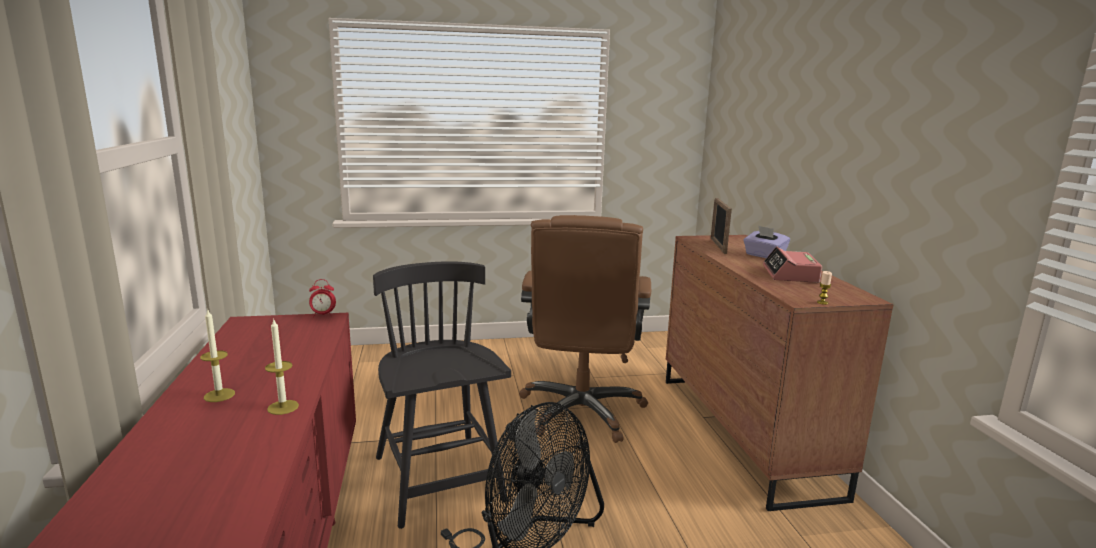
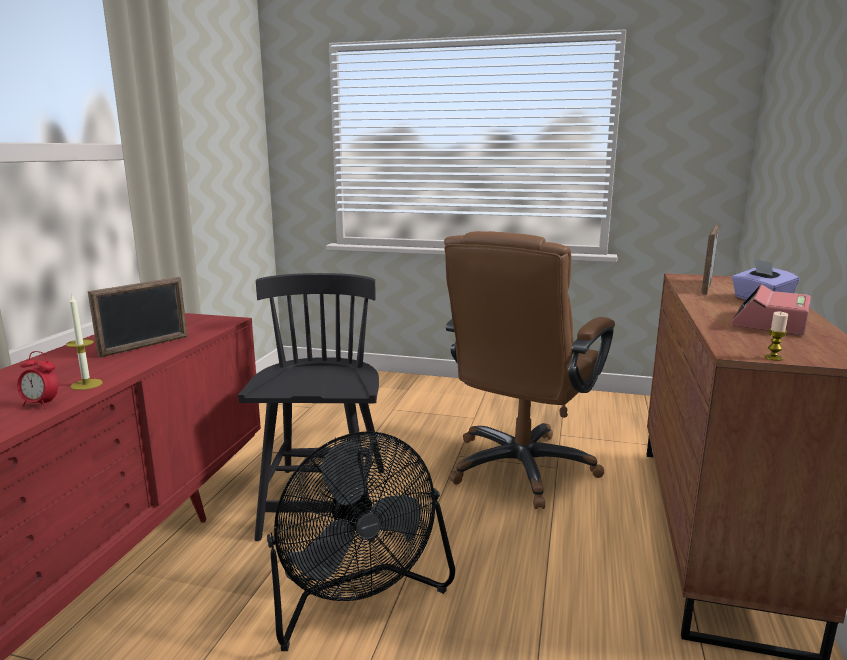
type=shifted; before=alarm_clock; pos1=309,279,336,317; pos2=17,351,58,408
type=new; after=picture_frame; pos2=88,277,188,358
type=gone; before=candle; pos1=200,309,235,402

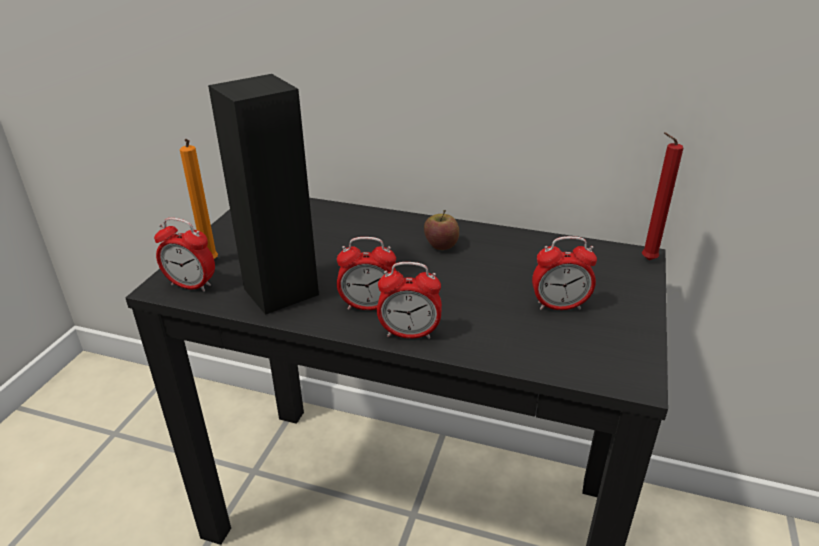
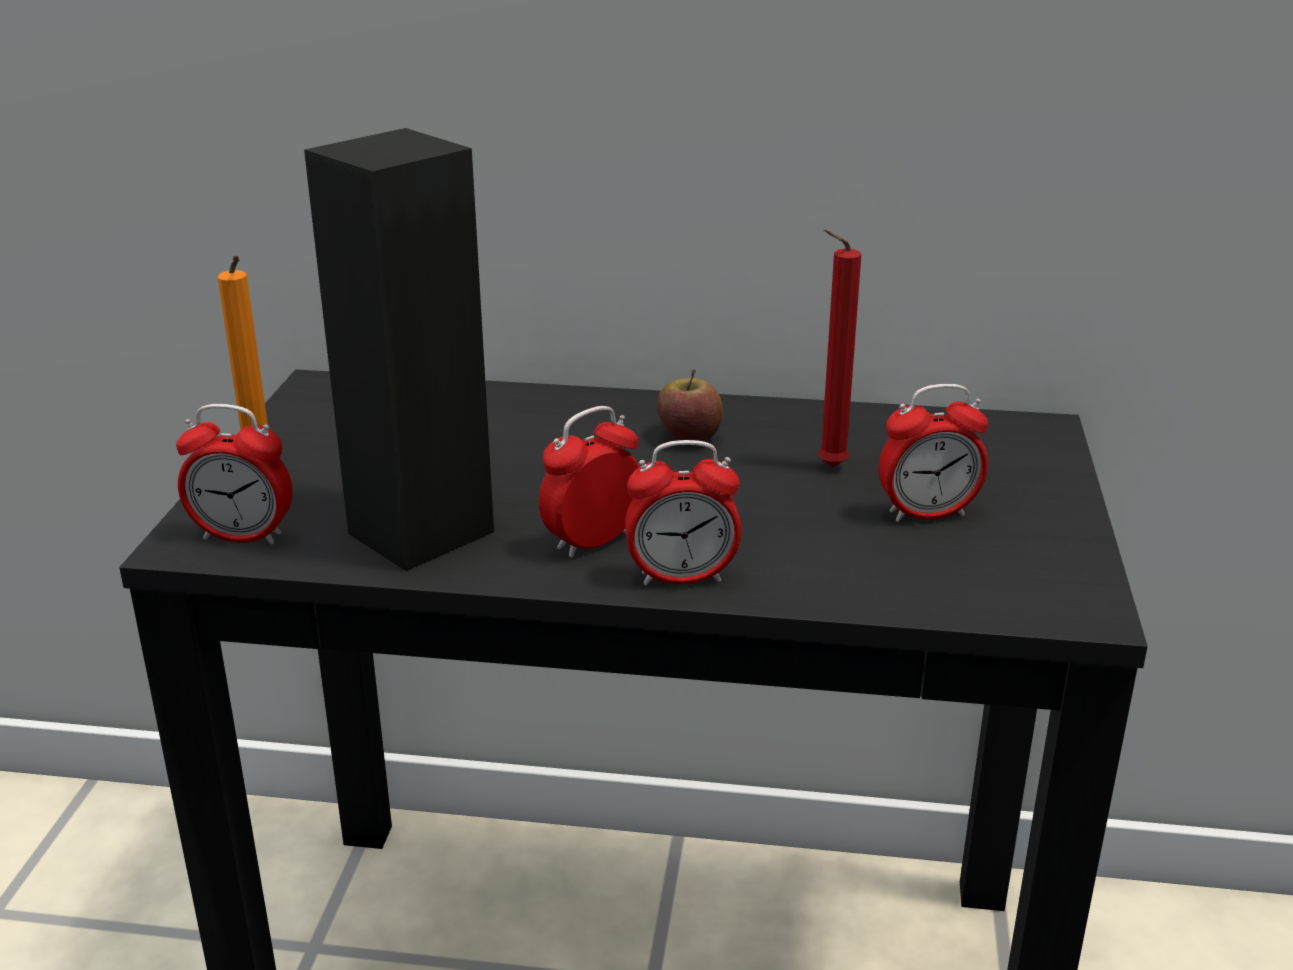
type=rotated; before=alarm_clock; pos1=337,237,396,310; pos2=539,406,640,558; turn=150
type=shifted; before=red_candle; pos1=642,132,683,260; pos2=818,229,861,467

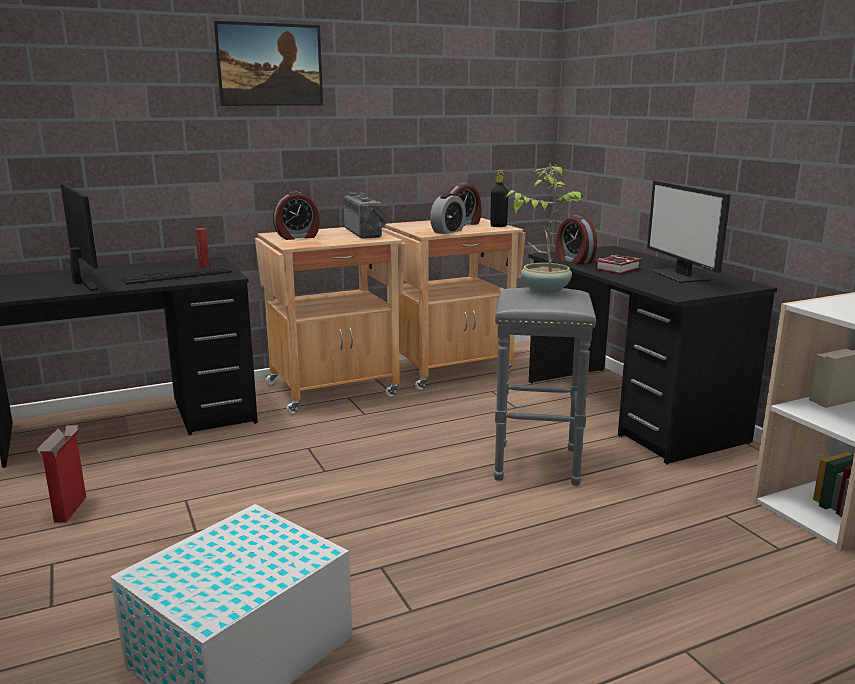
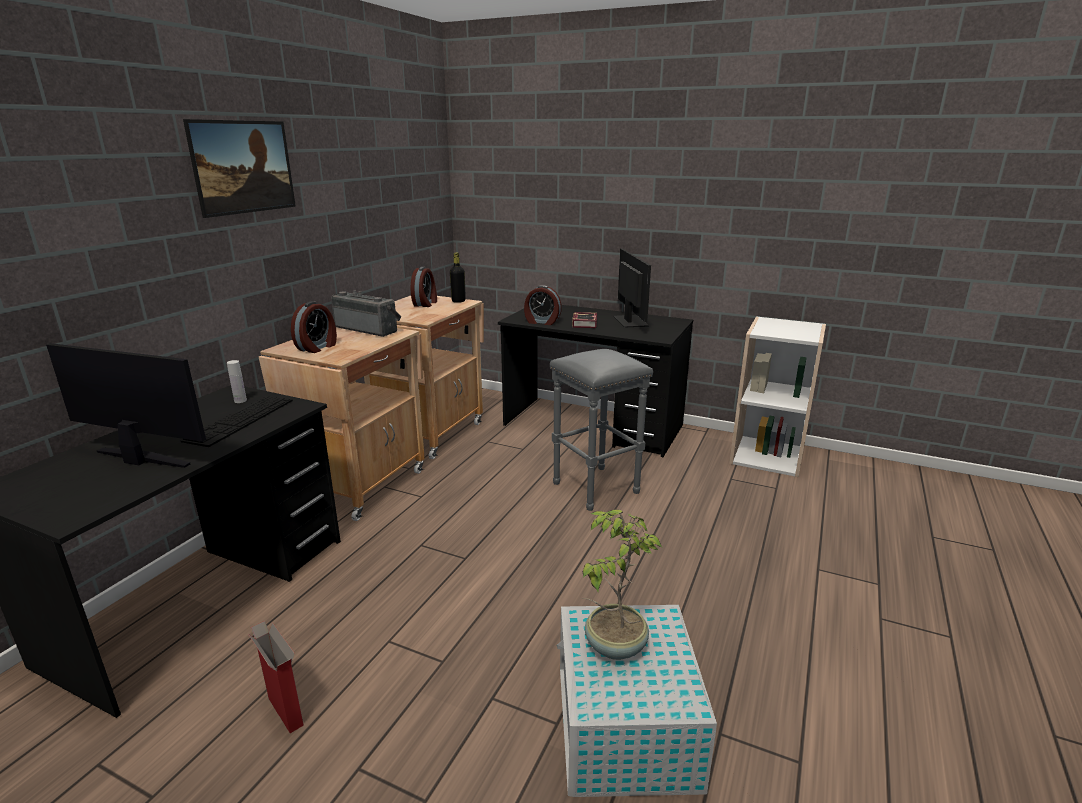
type=repainted; before=red_bottle; after=white_bottle; pos1=195,228,209,267; pos2=227,360,247,403
type=shifted; before=potted_plant; pos1=505,163,583,294; pos2=583,510,663,660
type=rotated; before=monitor; pos1=647,181,731,283; pos2=614,248,651,328; turn=-135
type=gone; before=alarm_clock; pos1=430,193,466,234

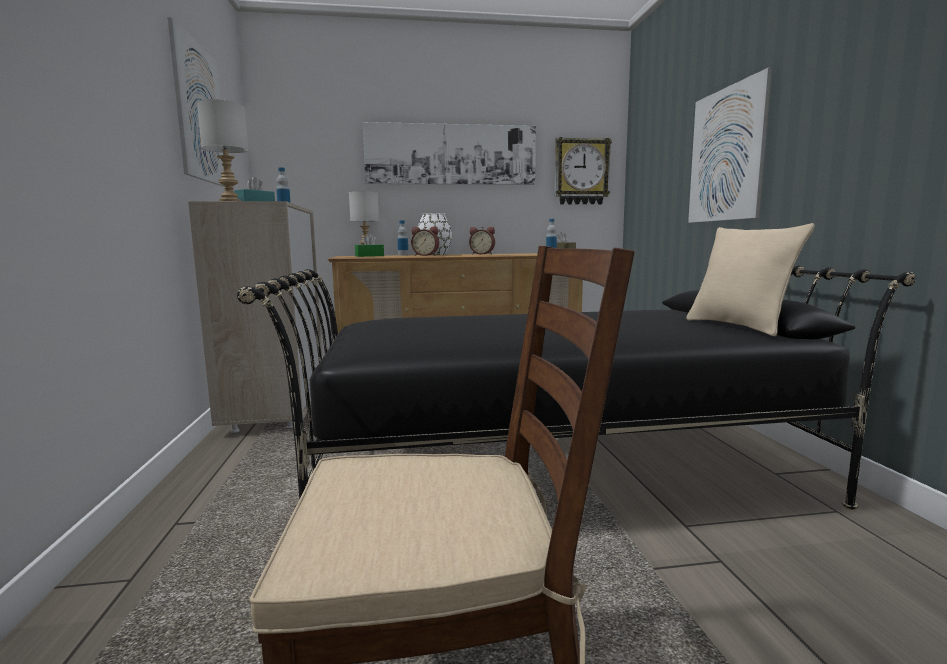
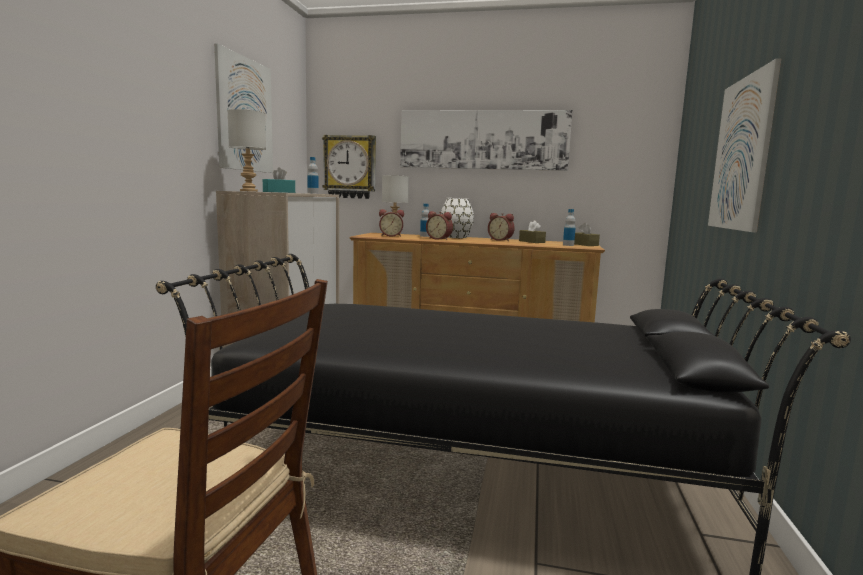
type=shifted; before=wall_clock; pos1=555,137,612,204; pos2=322,135,376,199
type=swapped; before=green_tissue_box; after=alarm_clock; pos1=355,234,384,257; pos2=379,209,404,237
type=new; after=brown_tissue_box; pos2=519,220,546,243
type=gone; before=beige_pillow; pos1=686,223,815,336

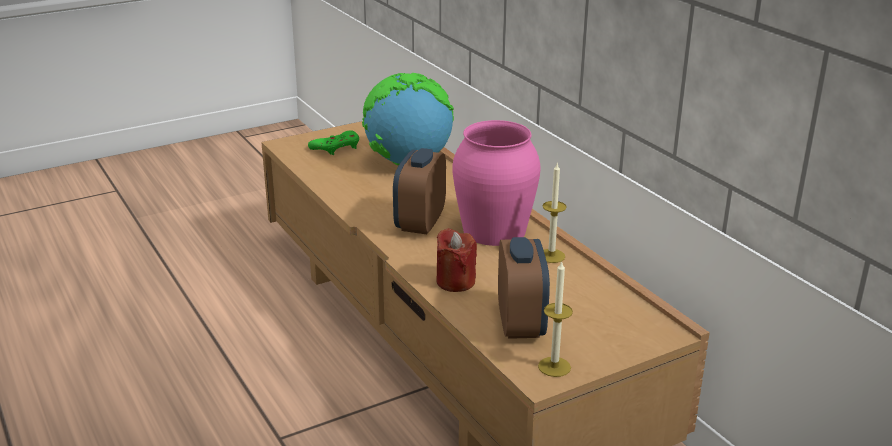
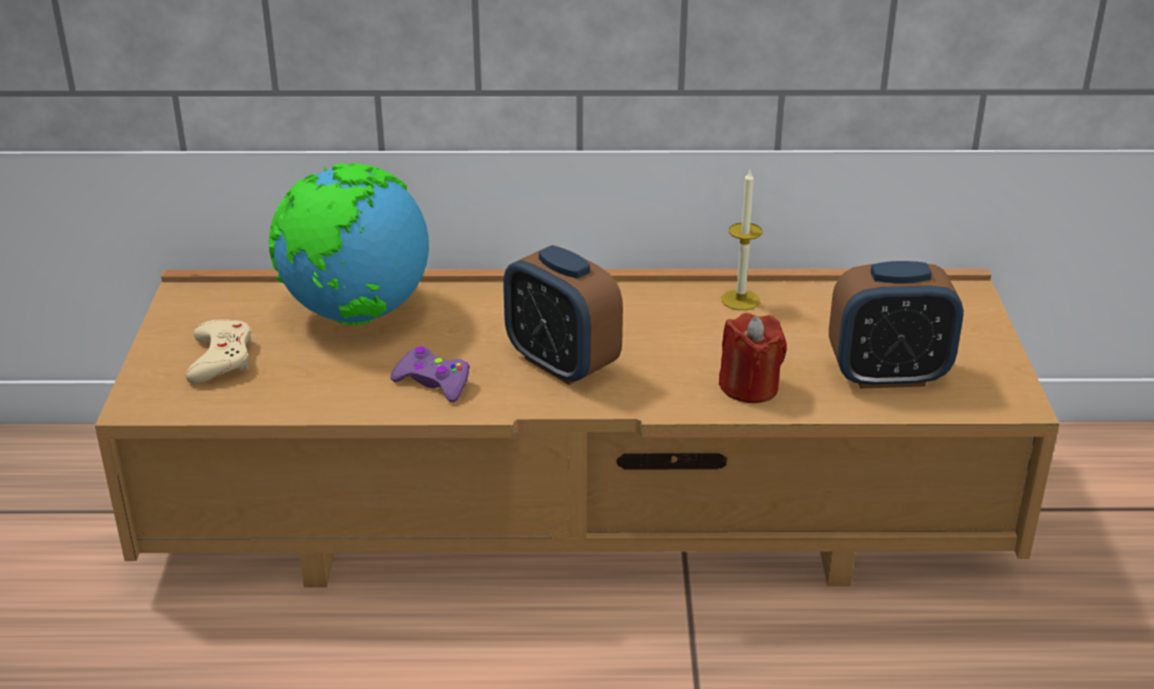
type=repainted; before=green_game_controller; after=beige_game_controller; pos1=308,131,359,155; pos2=186,319,252,384
type=new; after=purple_game_controller; pos2=390,346,470,402
type=rotated; before=alarm_clock; pos1=498,237,550,339; pos2=829,261,963,389; turn=150
type=gone; before=pink_vase; pos1=452,120,541,246
type=gone; before=candle; pos1=538,260,573,377

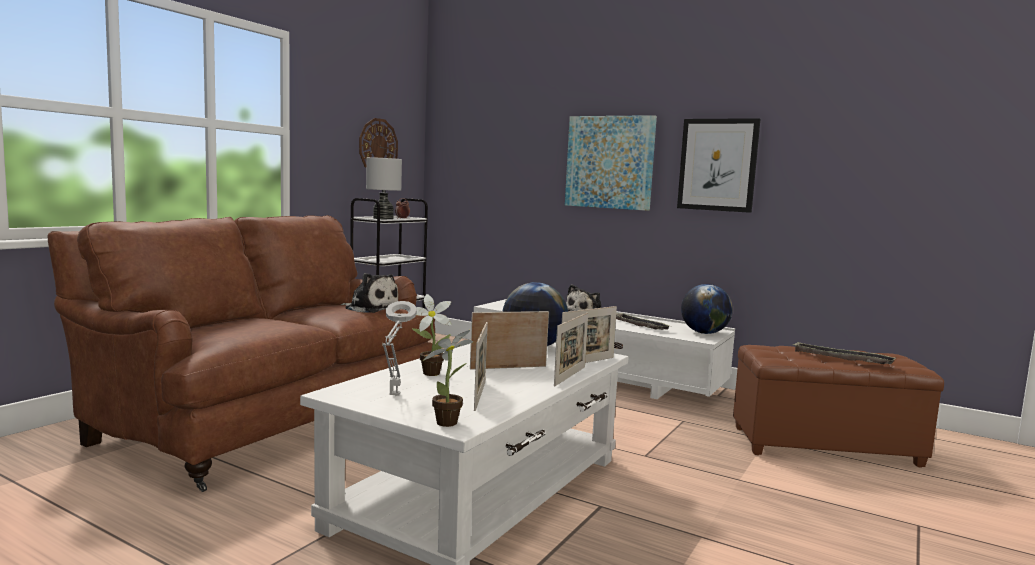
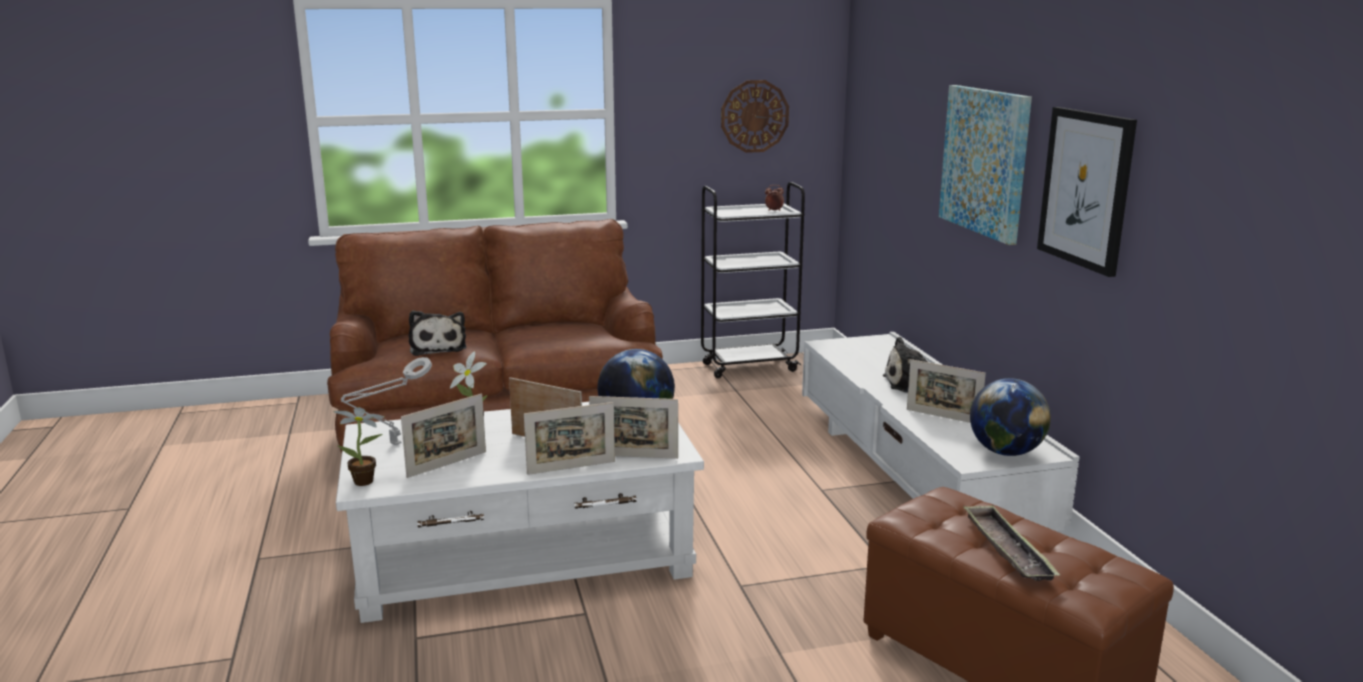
type=shifted; before=plush_toy; pos1=341,273,398,313; pos2=409,310,466,356
type=swapped; before=tray; after=picture_frame; pos1=616,313,669,330; pos2=907,359,986,423
type=gone; before=grey_table_lamp; pos1=366,157,402,220

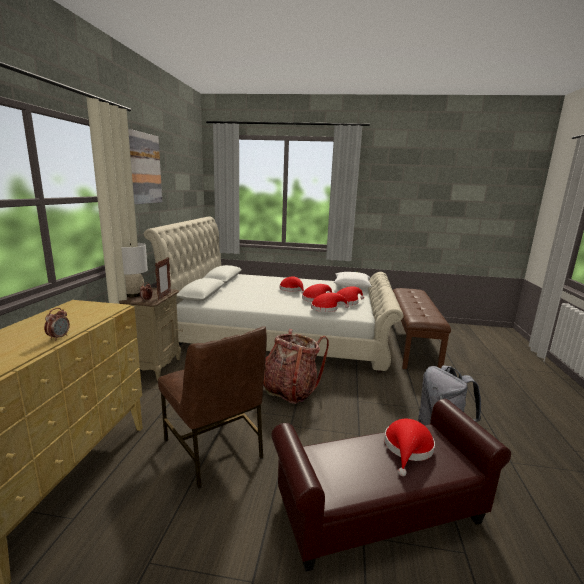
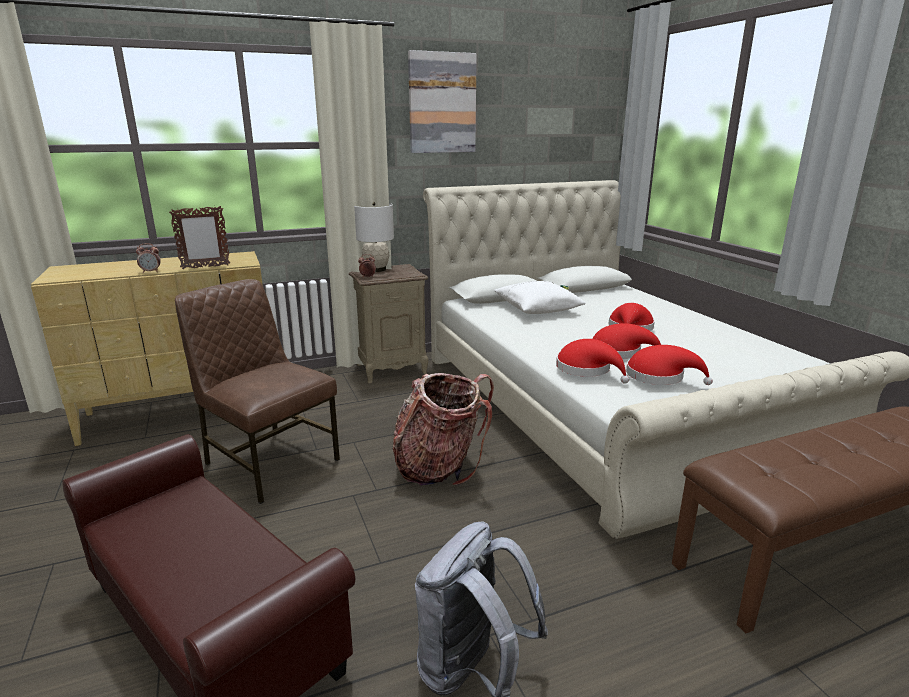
type=shifted; before=picture_frame; pos1=155,257,171,300; pos2=169,206,231,269
type=rotated; before=brown_chair; pos1=158,326,267,489; pos2=175,279,340,504; turn=105
type=shifted; before=white_pillow; pos1=334,272,371,289; pos2=494,281,586,314
type=gone; before=red_hat; pos1=384,419,435,476

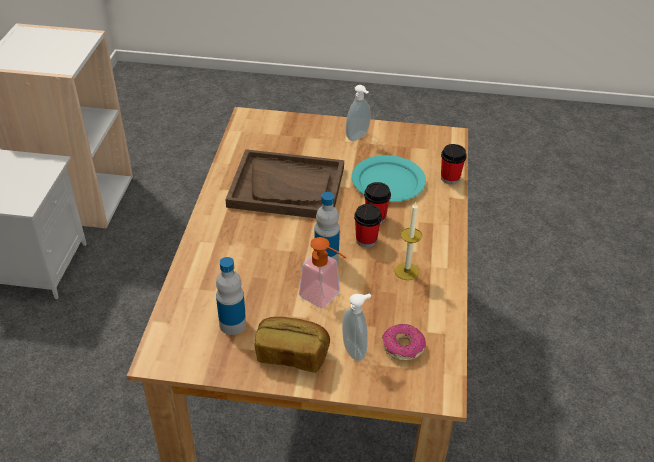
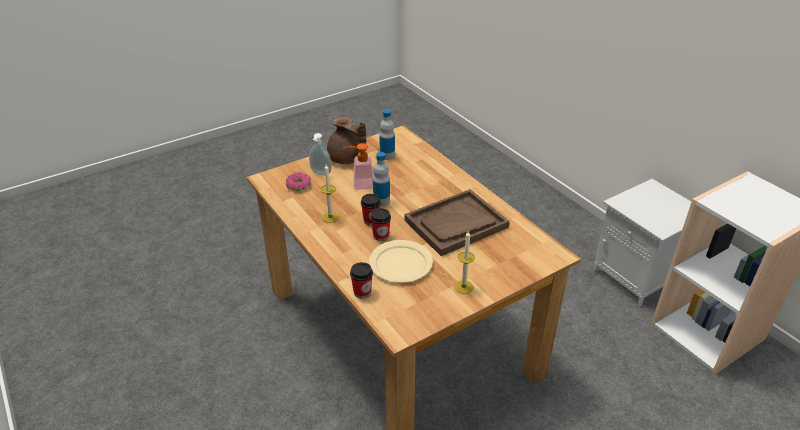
type=swapped; before=bread; after=brown_teapot; pos1=255,317,330,373; pos2=327,117,366,164
type=repainted; before=turquoise_plate; after=beige_plate; pos1=352,155,426,202; pos2=369,240,433,283
type=swapped; before=soap_dispenser; after=candle; pos1=346,85,371,141; pos2=454,230,475,294

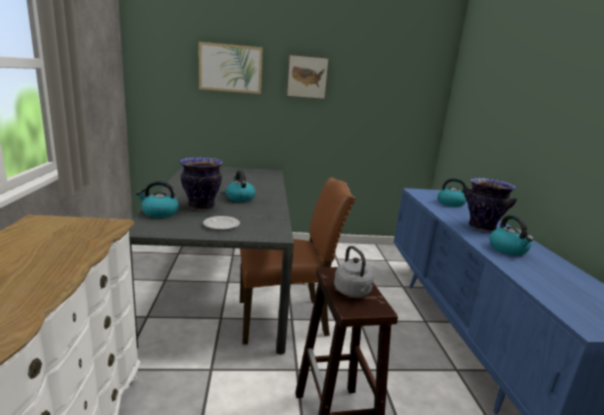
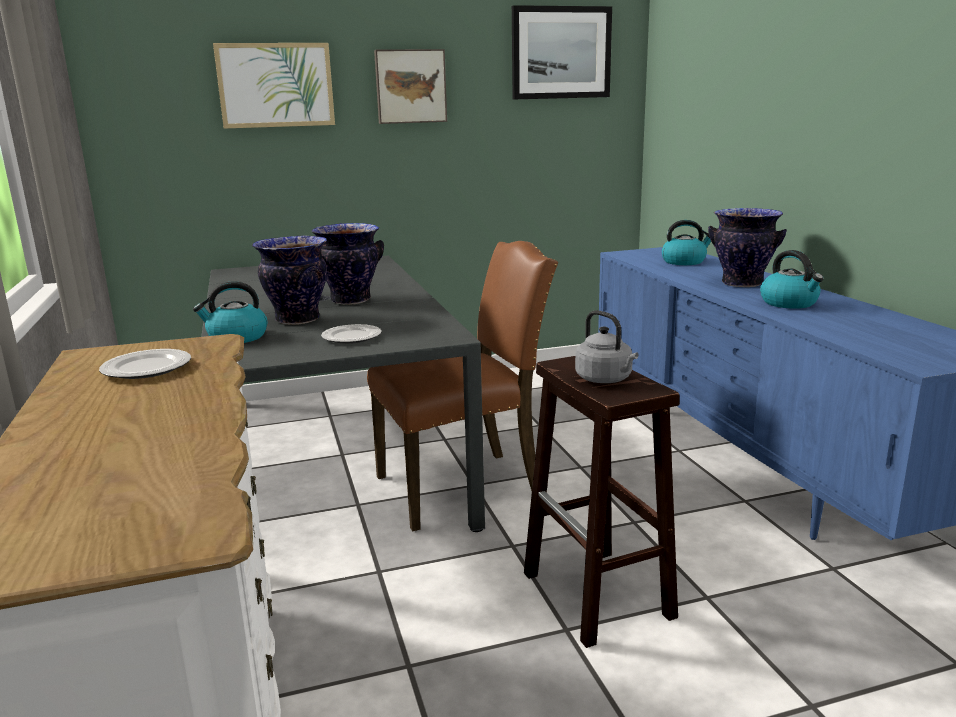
type=new; after=plate; pos2=99,349,191,379
type=swapped; before=kettle; after=vase; pos1=225,170,256,202; pos2=312,223,384,305
type=new; after=picture; pos2=512,5,612,100

